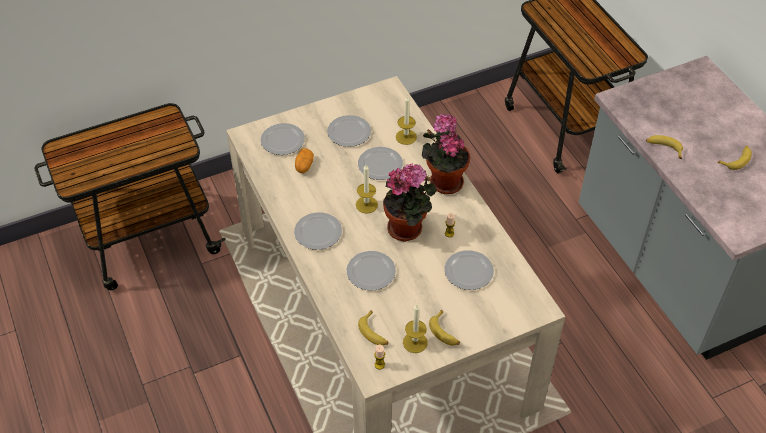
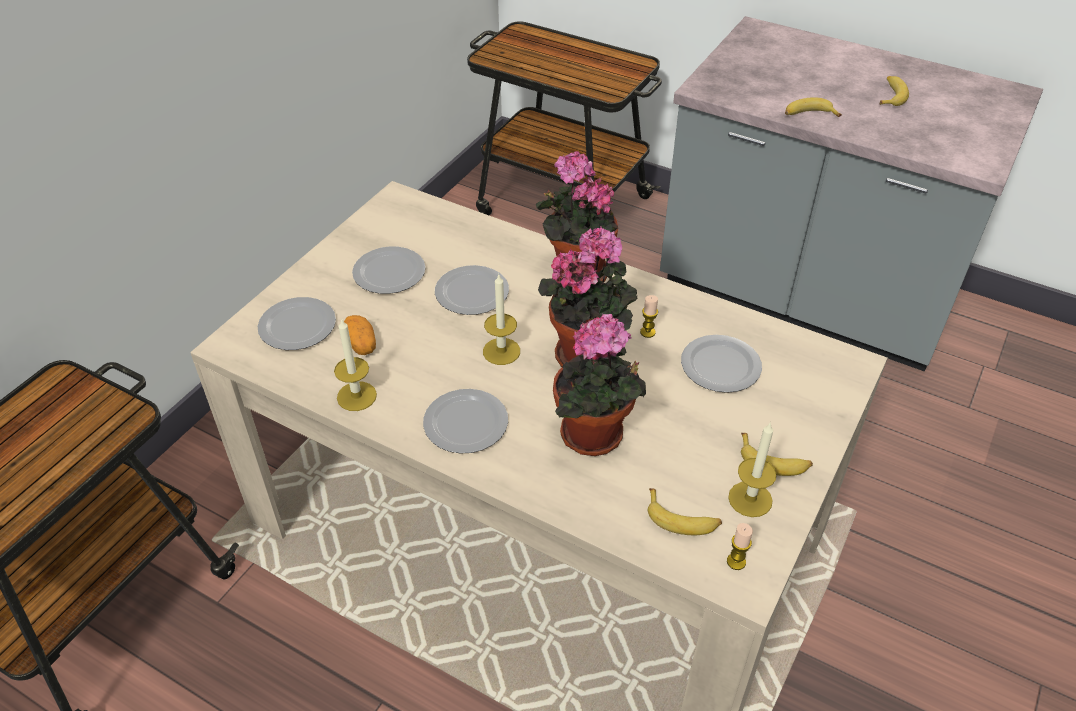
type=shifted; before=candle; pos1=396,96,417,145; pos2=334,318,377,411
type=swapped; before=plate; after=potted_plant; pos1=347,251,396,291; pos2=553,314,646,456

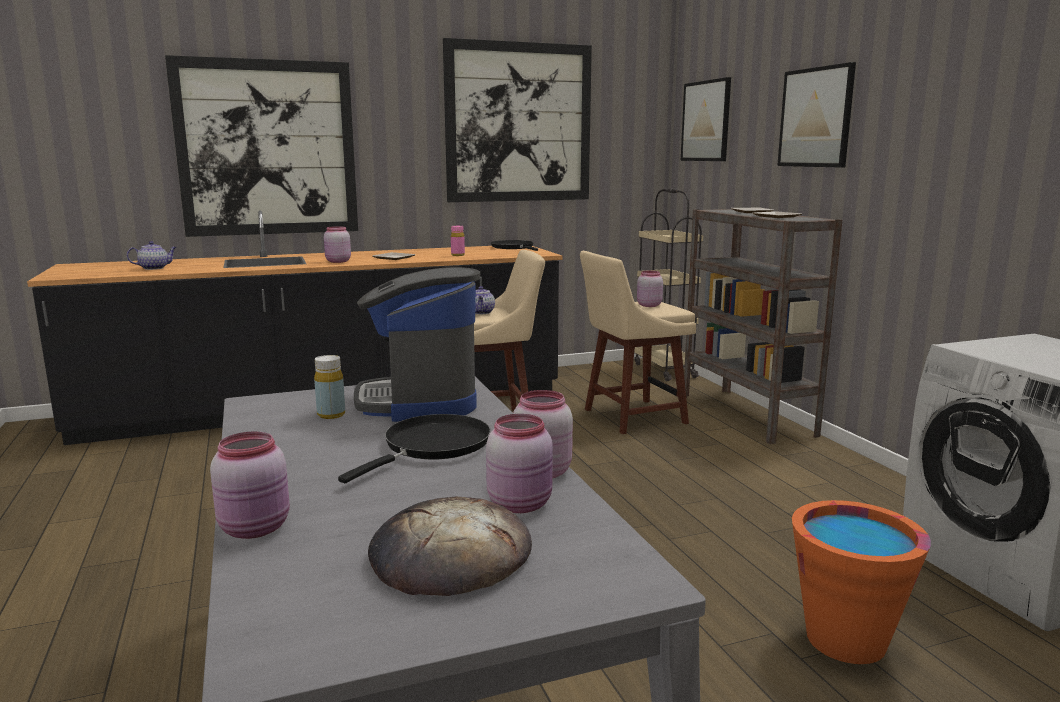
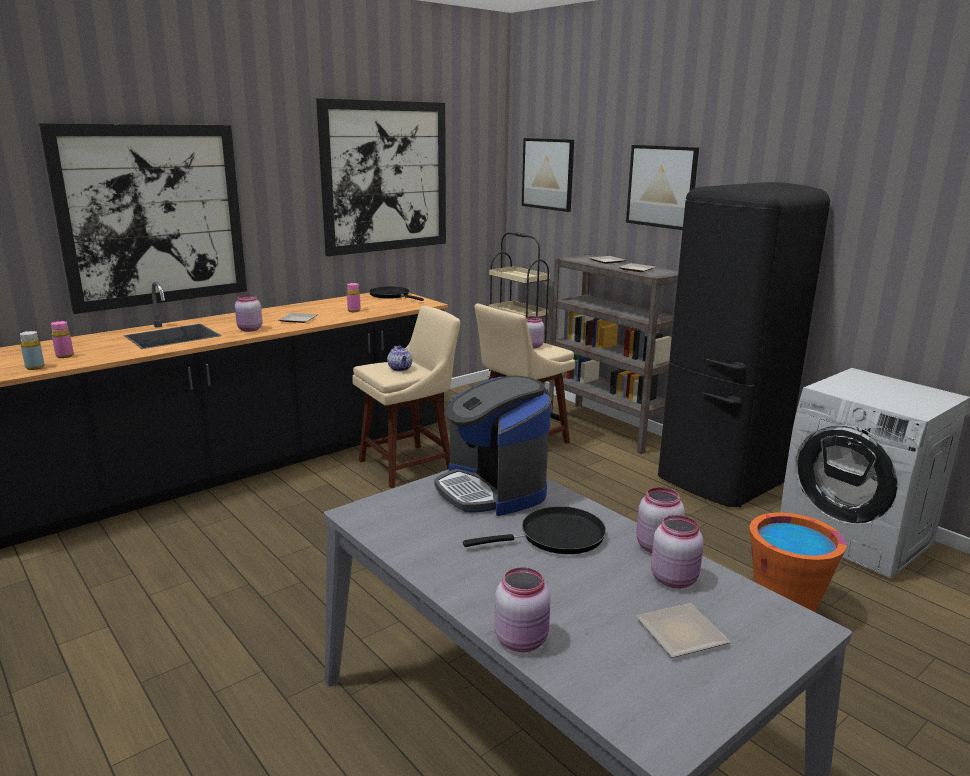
type=shifted; before=yellow_bottle; pos1=314,355,345,419; pos2=20,331,44,370
type=swapped; before=teapot; after=pink_bottle; pos1=127,241,177,270; pos2=51,321,74,358
type=rotated; before=black_frying_pan; pos1=338,414,491,483; pos2=463,506,606,554; turn=60
type=swapped; before=bread; after=plate; pos1=368,497,532,596; pos2=636,603,730,658
type=new; after=black_fridge; pos2=658,182,830,508

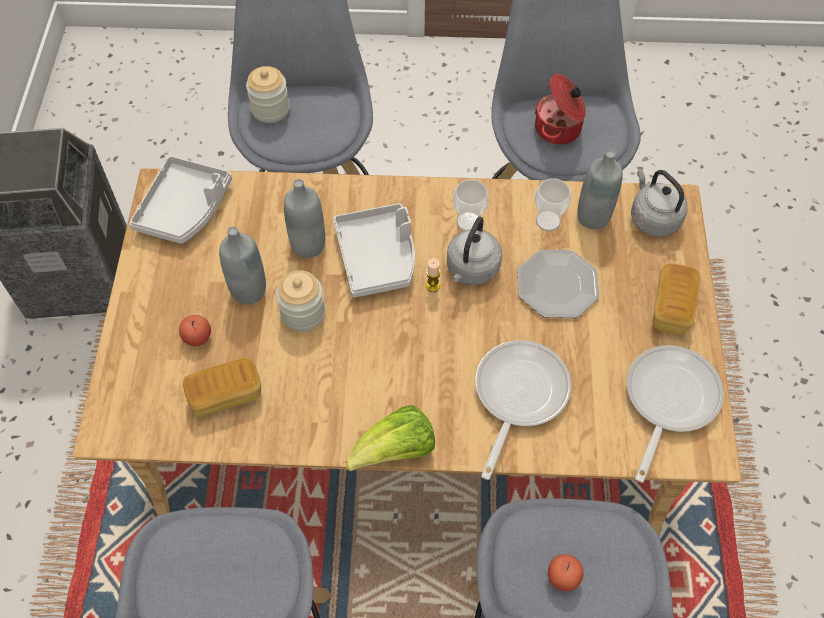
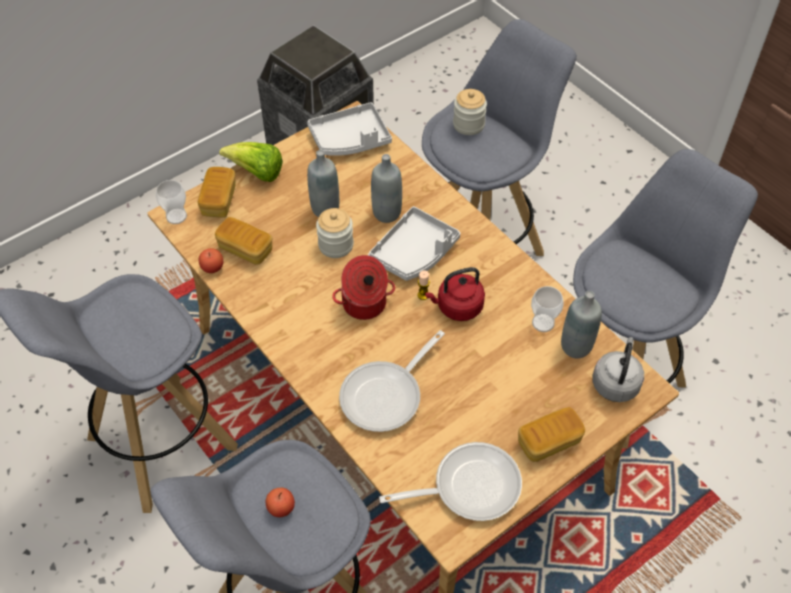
type=shifted; before=cup; pos1=453,179,489,231; pos2=156,180,187,224
type=new; after=bread; pos2=198,167,235,218
type=shifted; before=apple; pos1=179,315,211,346; pos2=198,248,223,273
type=shifted; before=lettuce; pos1=346,405,435,472; pos2=219,142,283,182
type=shifted; before=cooking_pot; pos1=534,74,586,145; pos2=332,255,395,320
type=rotated; before=frying_pan; pos1=475,340,571,480; pos2=339,330,445,432; turn=150
type=repainted; before=grey_kettle; after=red_kettle; pos1=447,217,502,285; pos2=425,267,485,321
type=gone; before=plate; pos1=517,250,600,318

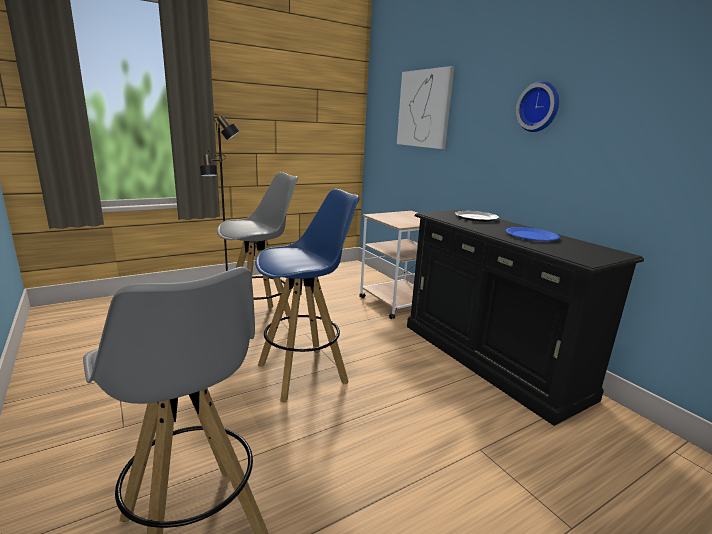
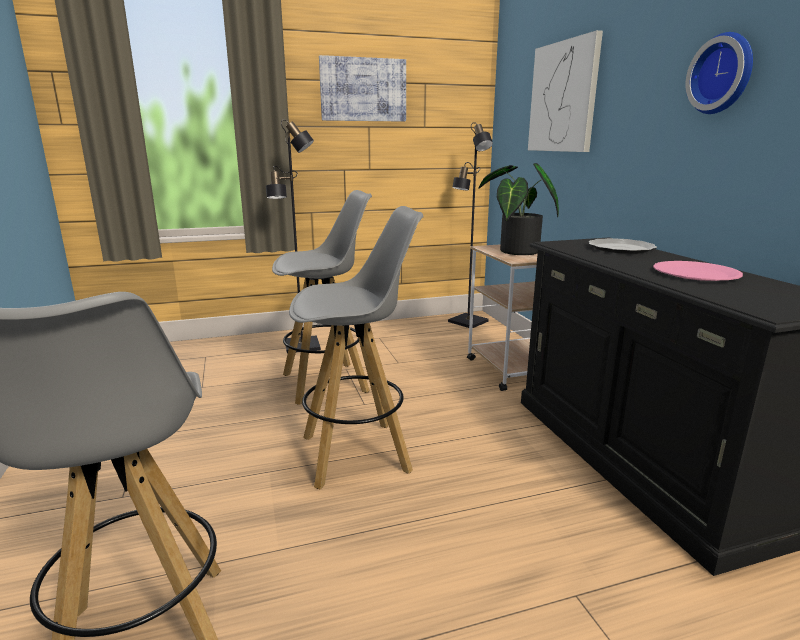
type=repainted; before=blue_stool; after=grey_stool; pos1=255,189,360,402; pos2=289,206,424,489
type=new; after=picture; pos2=319,55,406,122
type=new; after=black_floor_lamp; pos2=448,122,493,328
type=new; after=potted_plant; pos2=478,163,559,255
type=repainted; before=blue_plate; after=pink_plate; pos1=506,227,560,241; pos2=653,261,743,281

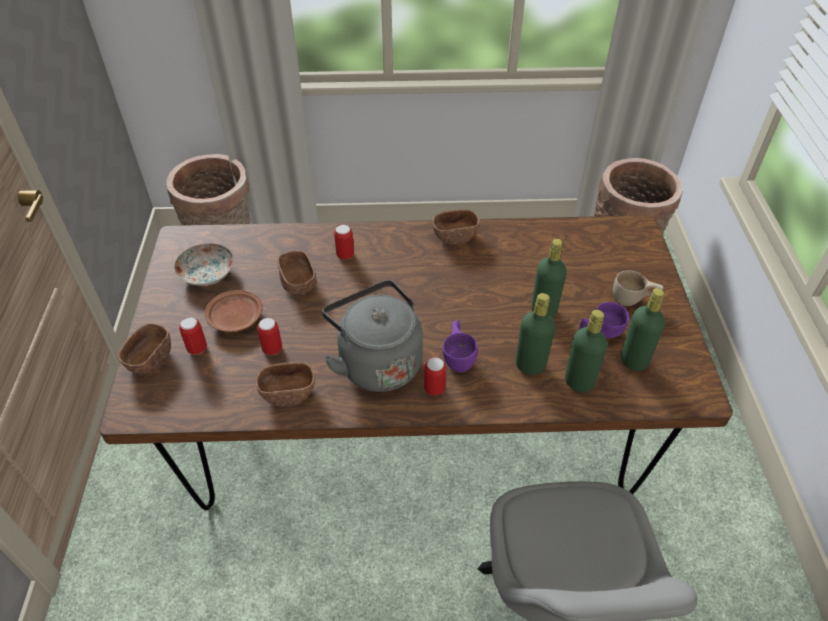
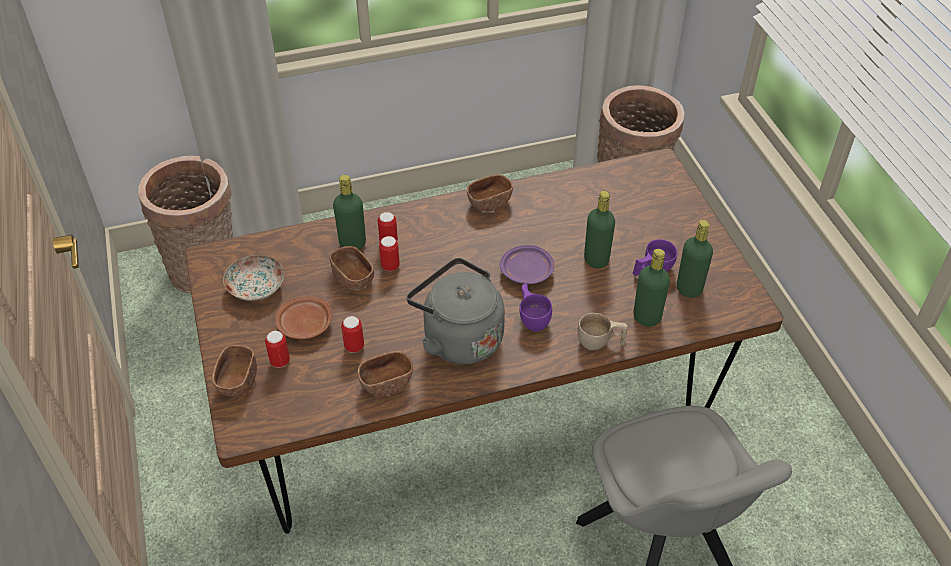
type=shifted; before=green_bottle; pos1=516,293,555,375; pos2=333,175,366,250
type=shifted; before=can; pos1=424,357,446,396; pos2=379,236,400,271
type=new; after=purple_plate; pos2=500,245,555,284
type=shifted; before=beige_cup; pos1=613,270,664,306; pos2=578,313,628,350

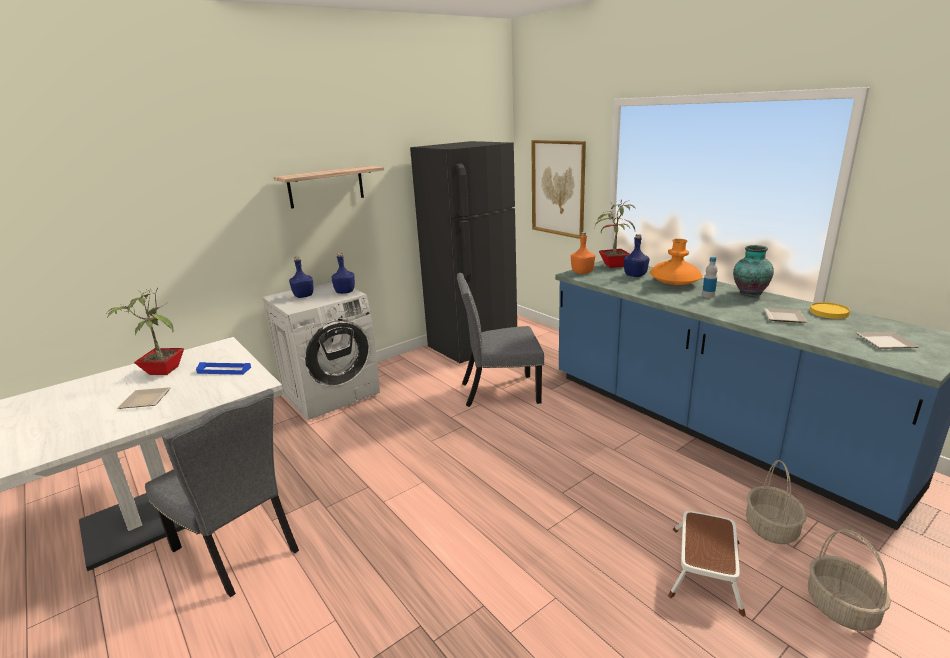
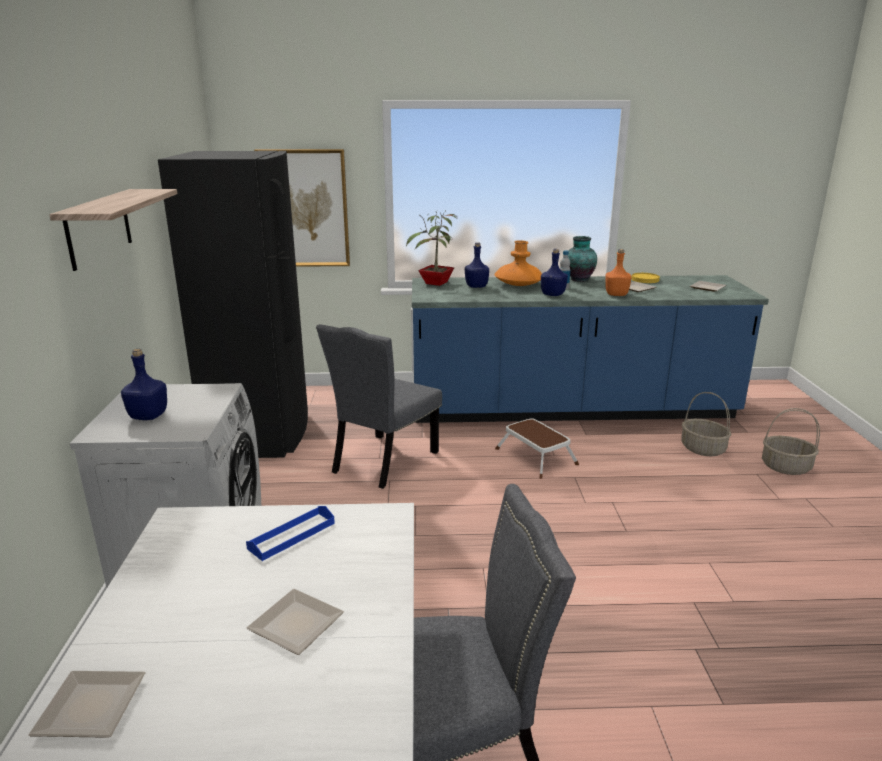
type=new; after=plate; pos2=28,671,146,738
type=shifted; before=brown_step_ladder; pos1=668,511,746,617; pos2=495,418,579,479
type=shifted; before=blue_bottle; pos1=331,253,355,294; pos2=541,249,568,296
type=shifted; before=orange_bottle; pos1=571,232,595,274; pos2=605,249,632,296
type=gone; before=potted_plant; pos1=108,288,184,375

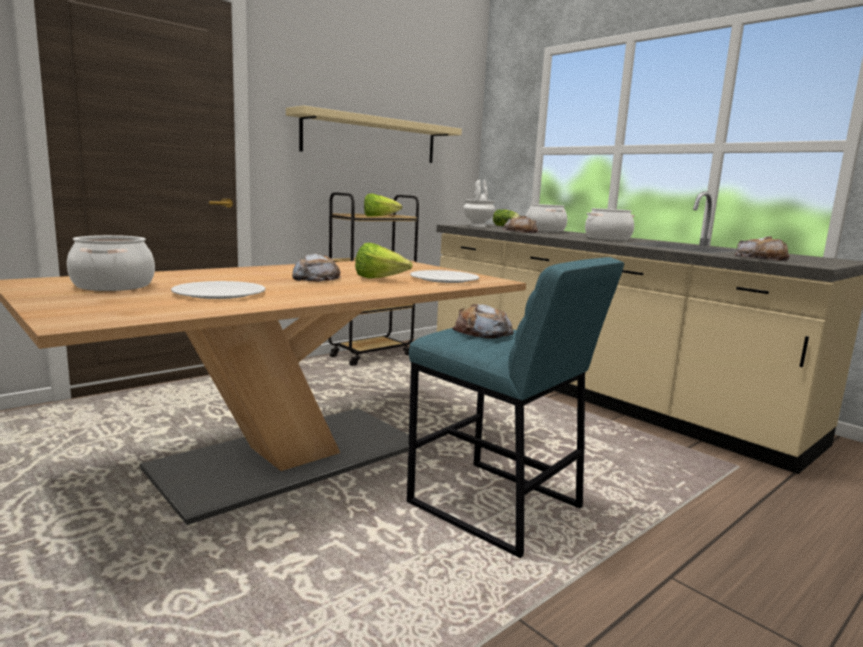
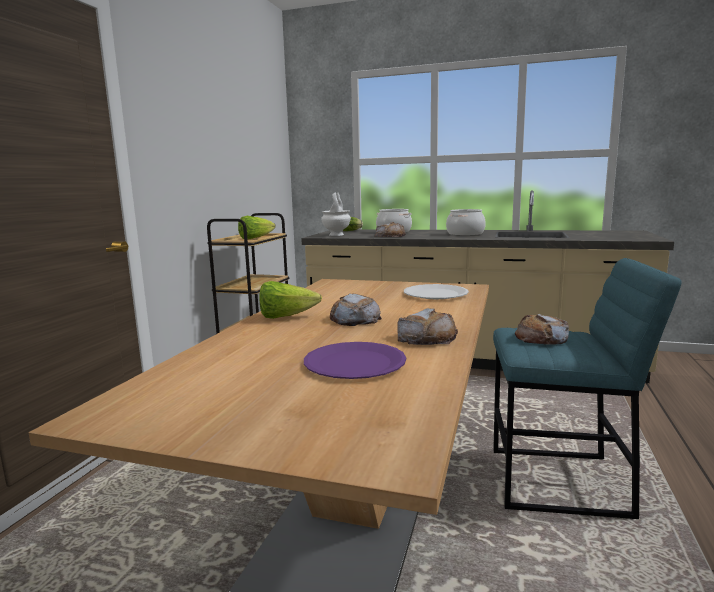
type=shifted; before=lettuce; pos1=355,243,413,279; pos2=259,281,322,319
type=repainted; before=white_plate; after=purple_plate; pos1=171,281,266,299; pos2=304,342,406,379
type=shifted; before=bread; pos1=735,236,790,261; pos2=397,308,458,345
type=gone; before=cooking_pot; pos1=67,235,155,291
type=gone; before=beige_shelf; pos1=286,105,462,163

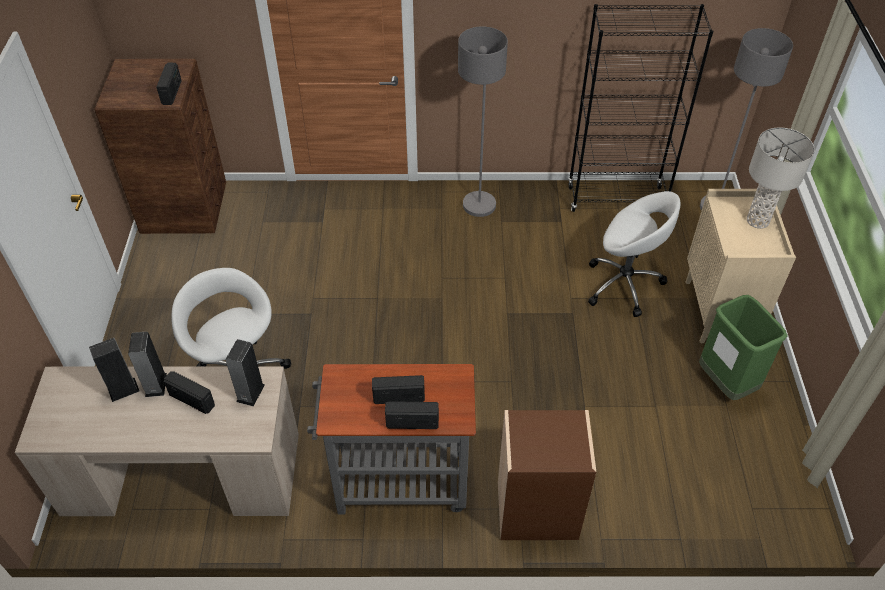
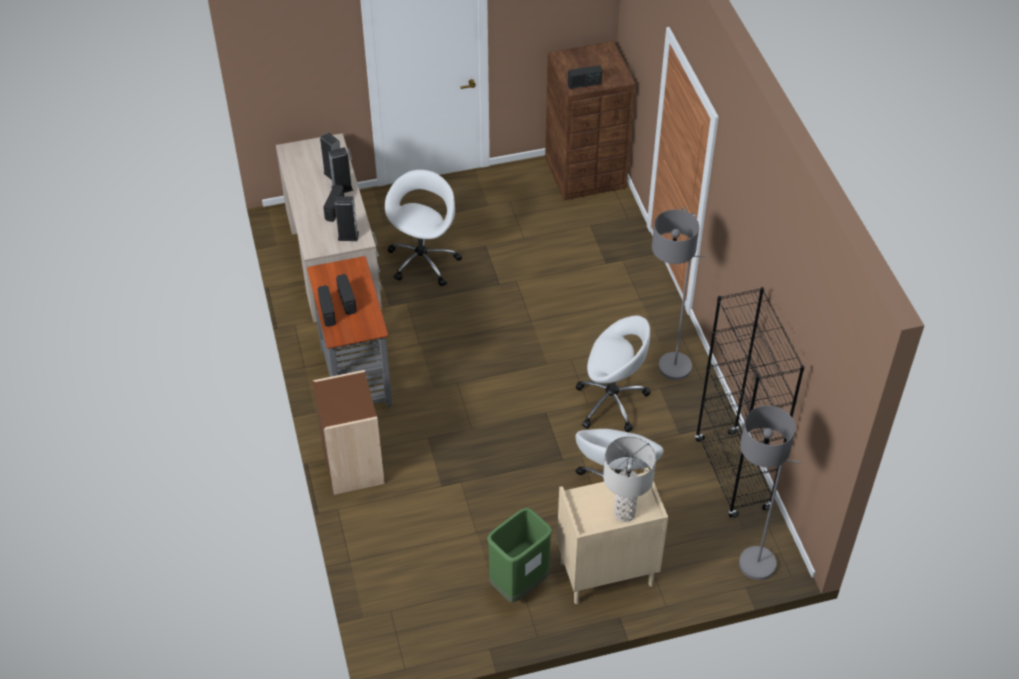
type=new; after=white_office_chair; pos2=576,315,650,432

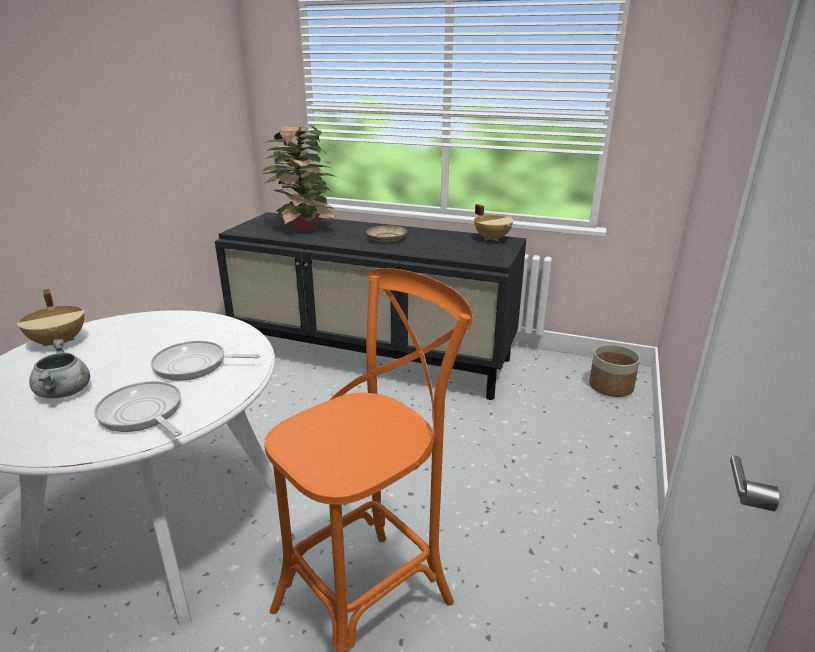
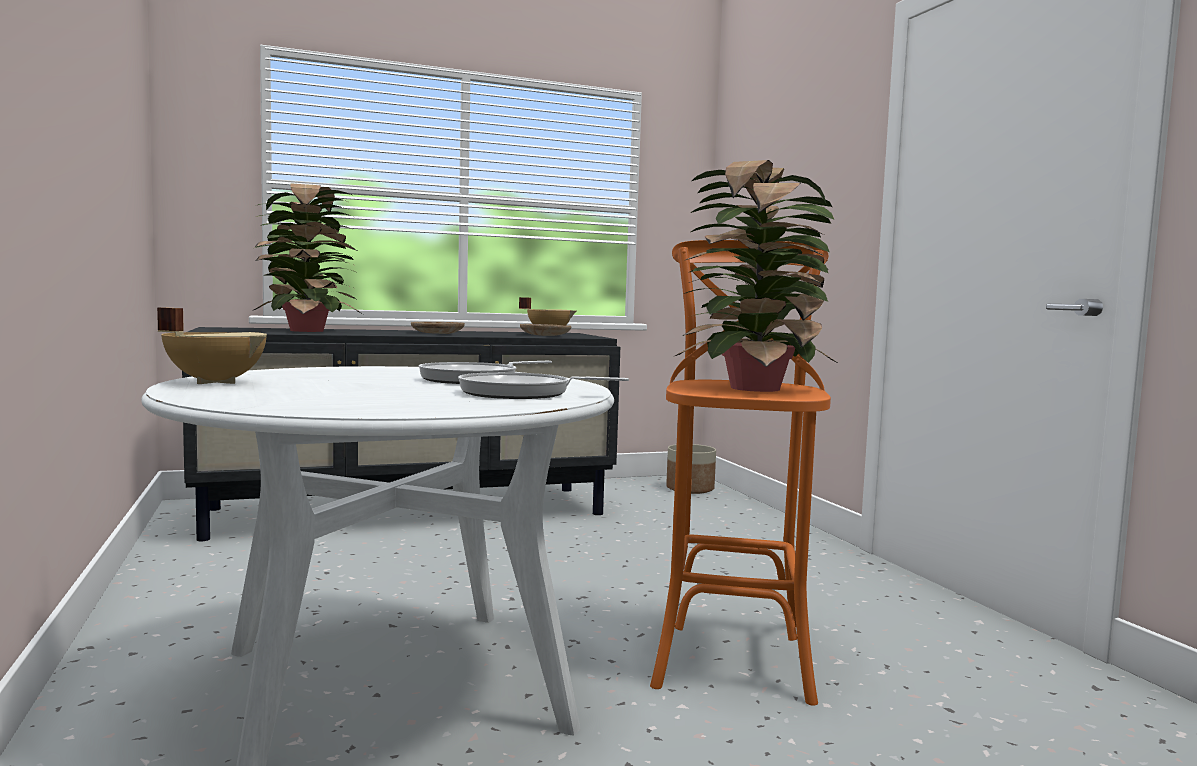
type=new; after=beige_plate; pos2=520,324,571,336
type=new; after=potted_plant; pos2=673,160,839,392
type=gone; before=grey_cooking_pot; pos1=29,339,90,398

